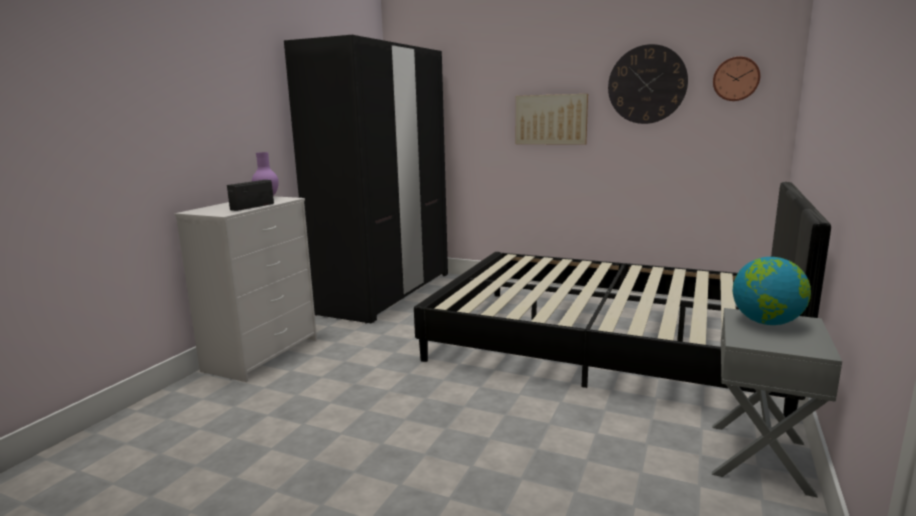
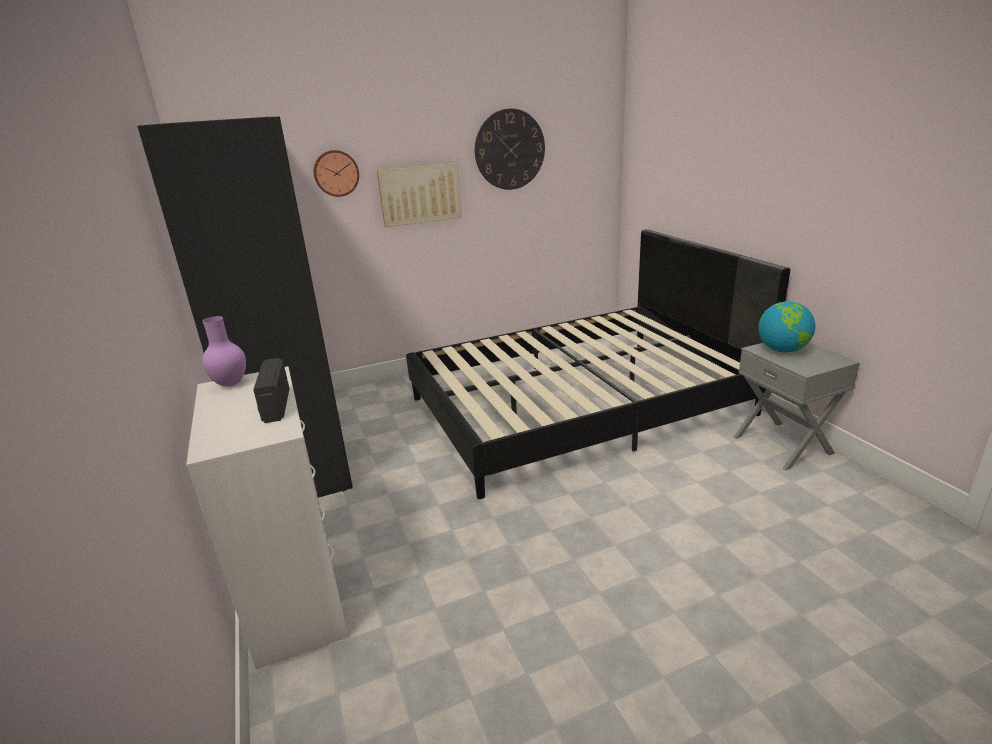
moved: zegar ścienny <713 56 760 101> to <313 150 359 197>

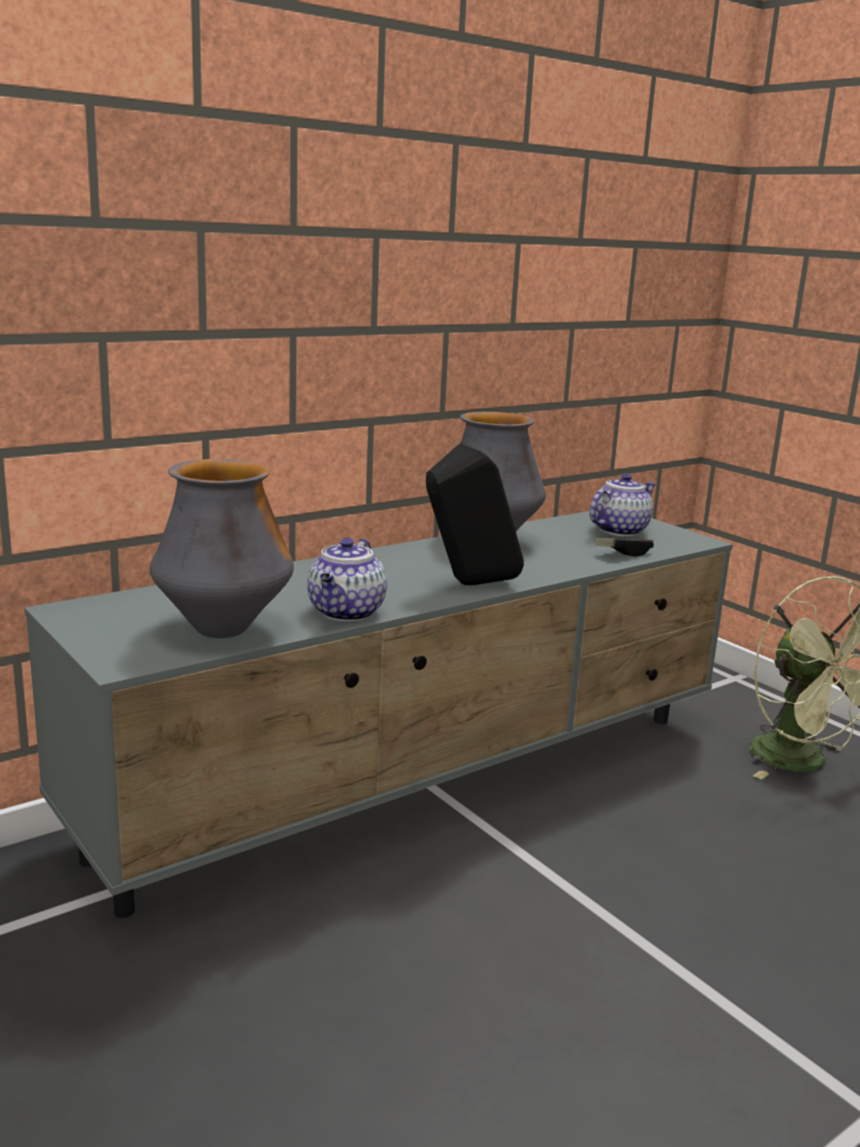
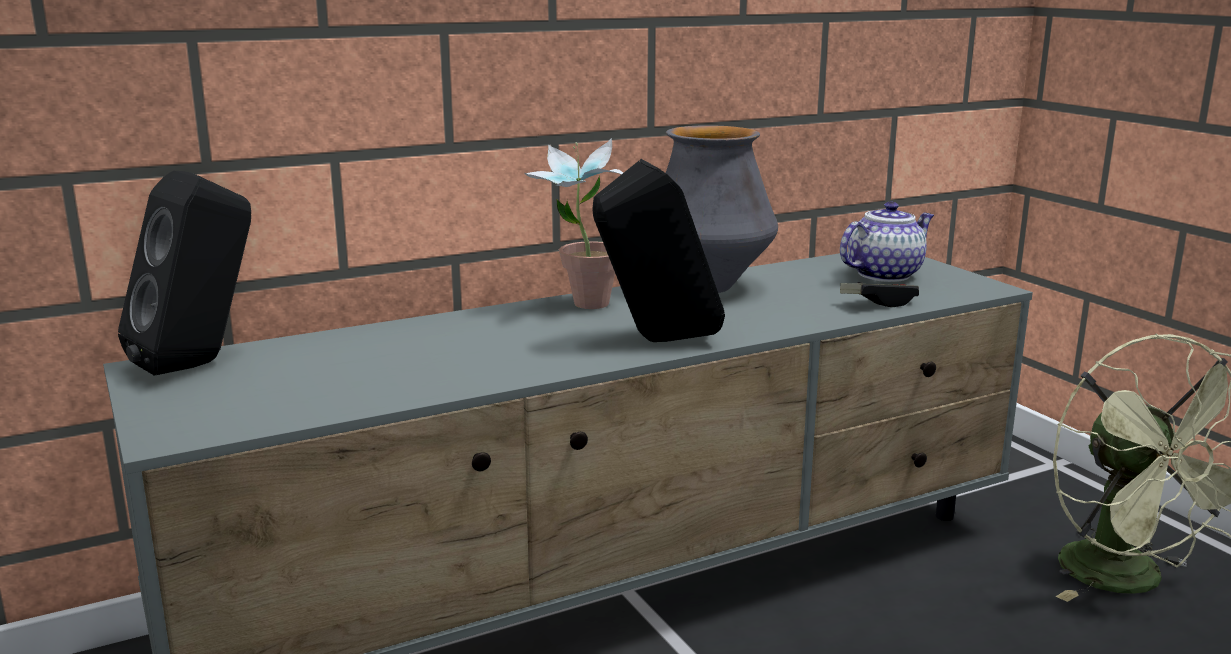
removed: wazon <150 459 294 638>; imbryk <307 538 387 621>
added: głośnik [czarny] <118 171 251 376>; roślina doniczkowa <523 138 623 309>

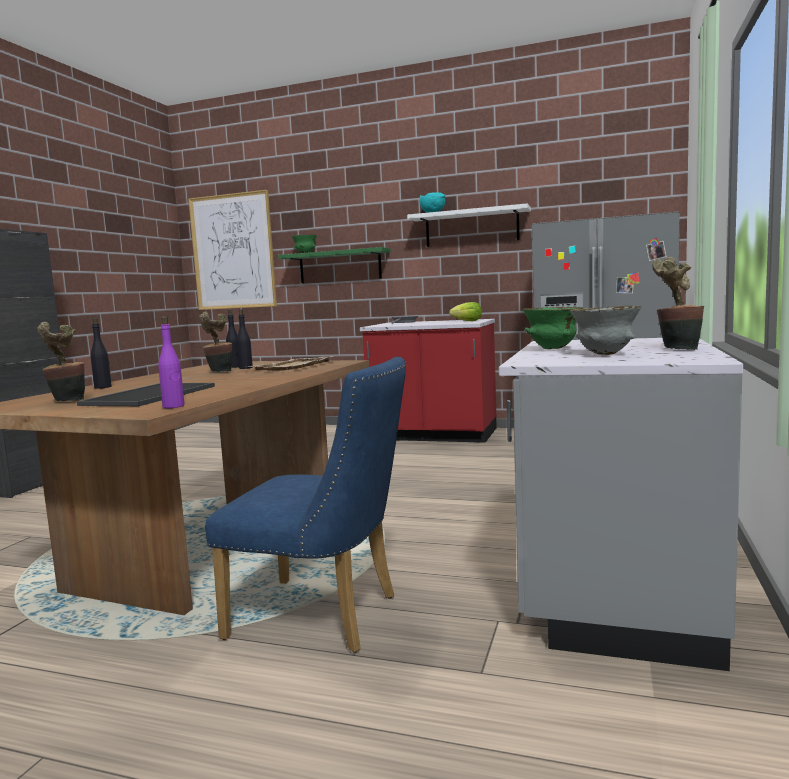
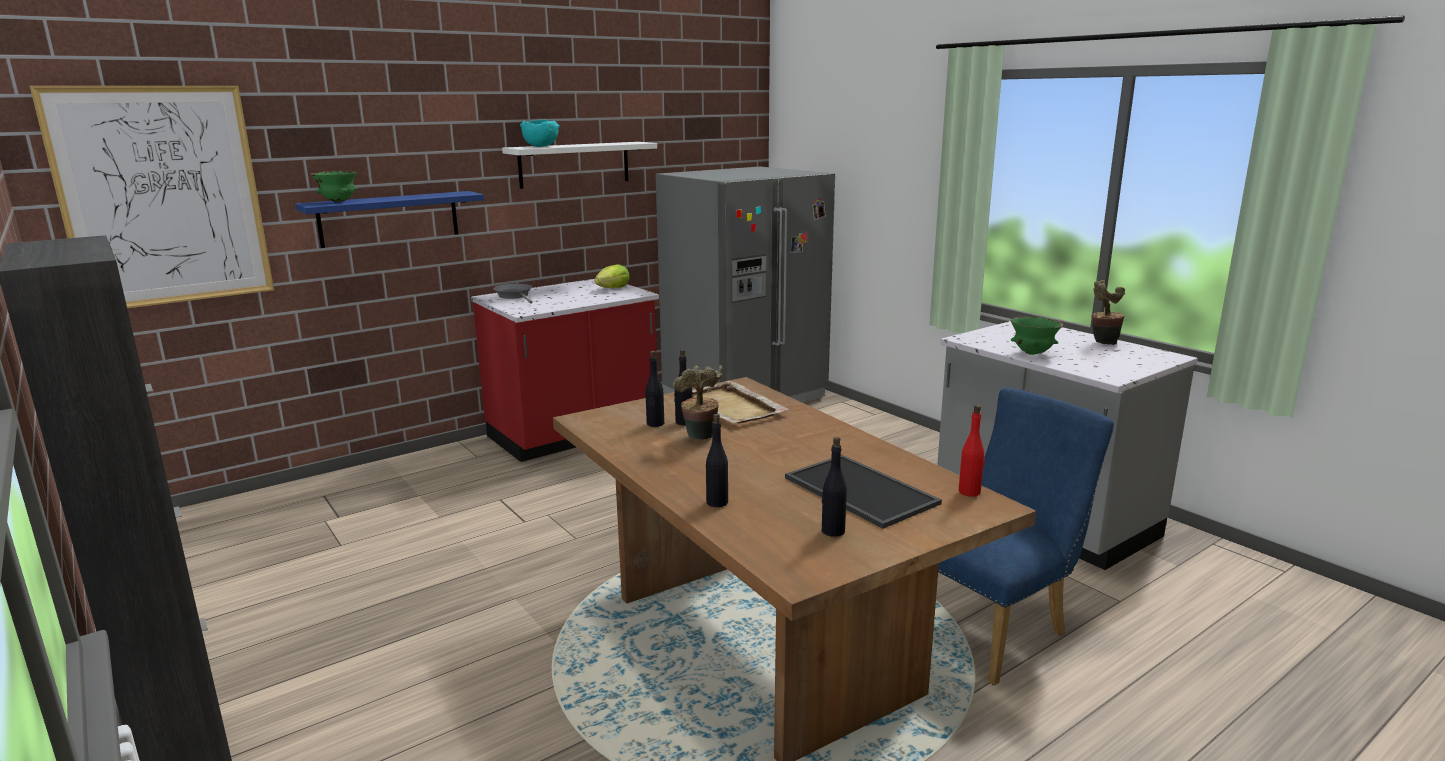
removed: miska [szary] <570 306 641 355>
replaced: roślina doniczkowa <37 322 85 401> to butelka [czarny] <822 437 847 537>
recoloured: półka [zielony] <278 247 391 283> to półka [niebieski] <295 191 484 248>; butelka [fioletowy] <158 316 185 408> to butelka [czerwony] <959 405 985 497>

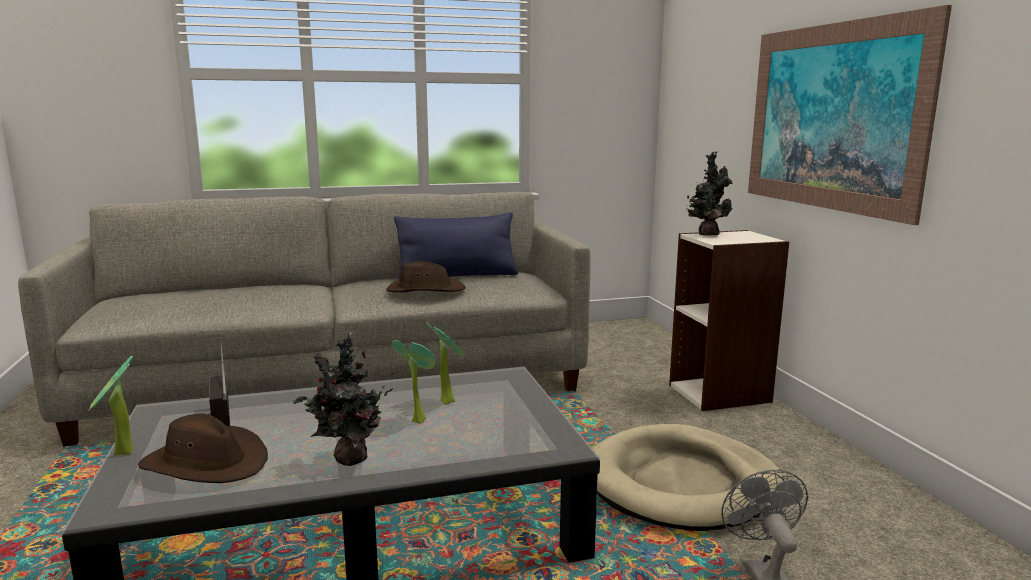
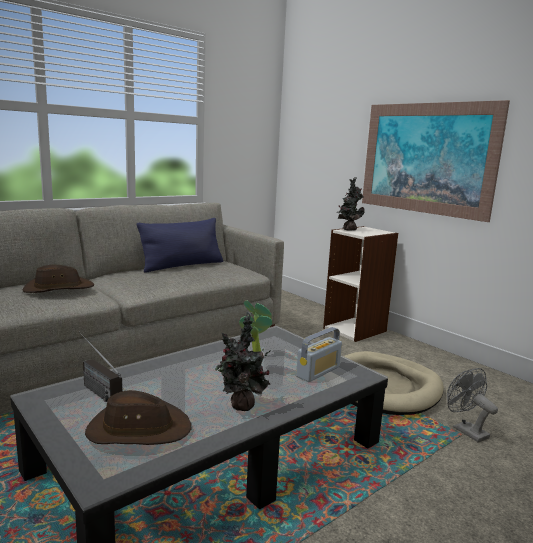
removed: roślina doniczkowa <88 356 133 455>
added: radio <296 327 342 382>
moved: kapelusz [brązowy] <386 261 466 292> to <23 265 94 293>

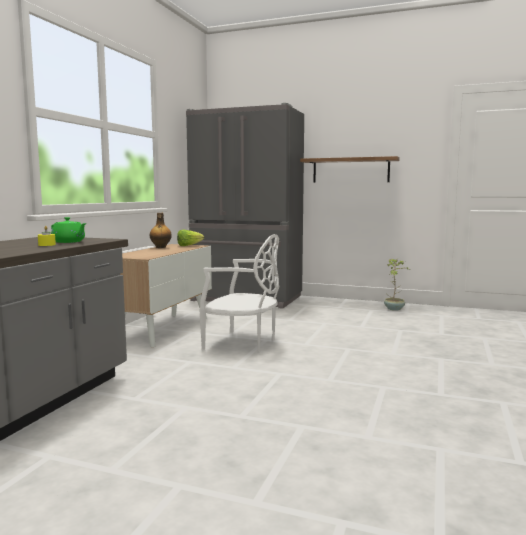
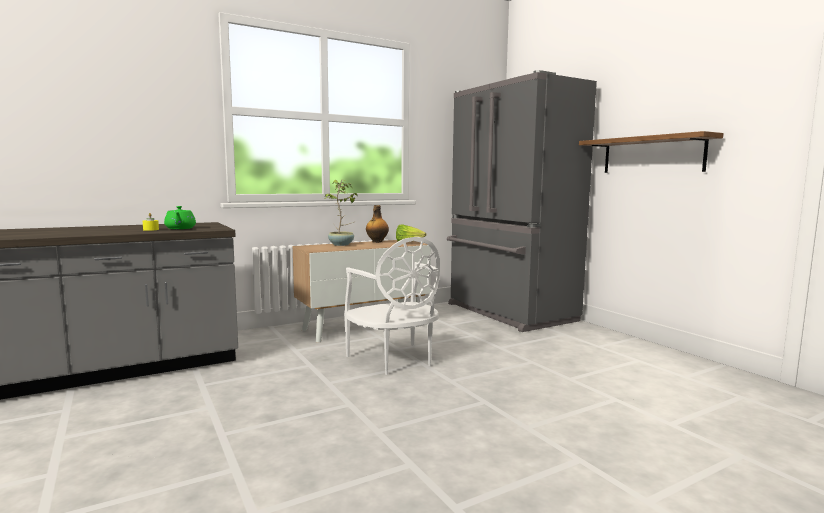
moved: roślina doniczkowa <384 259 409 311> to <324 180 358 246>

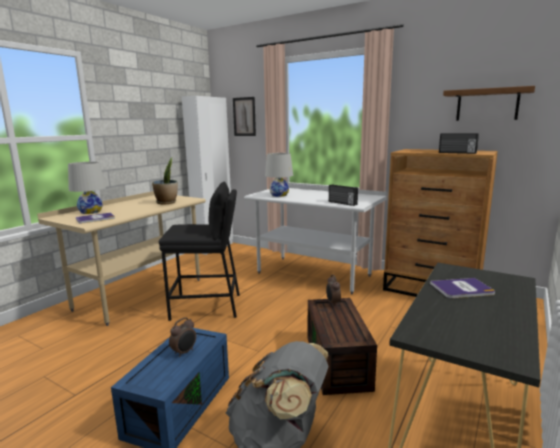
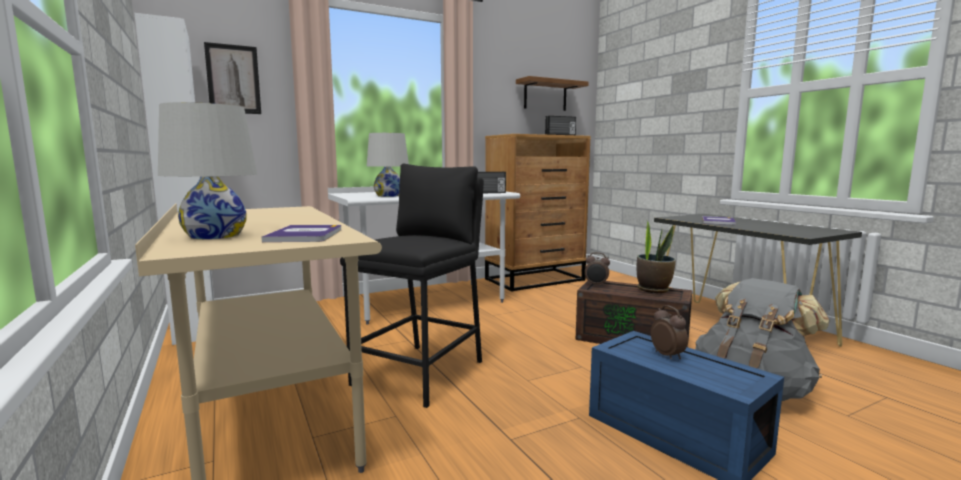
moved: roślina doniczkowa <152 158 178 205> to <637 221 676 293>

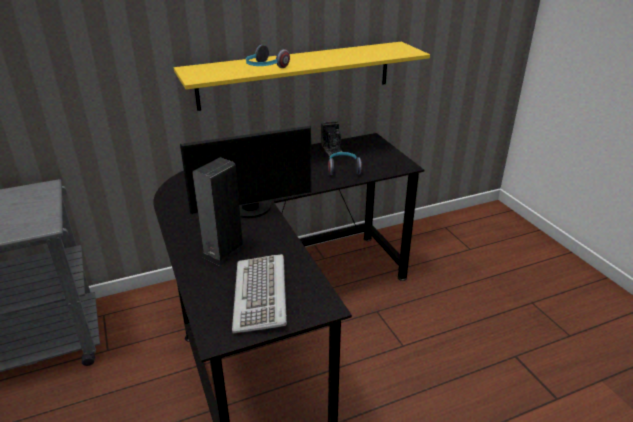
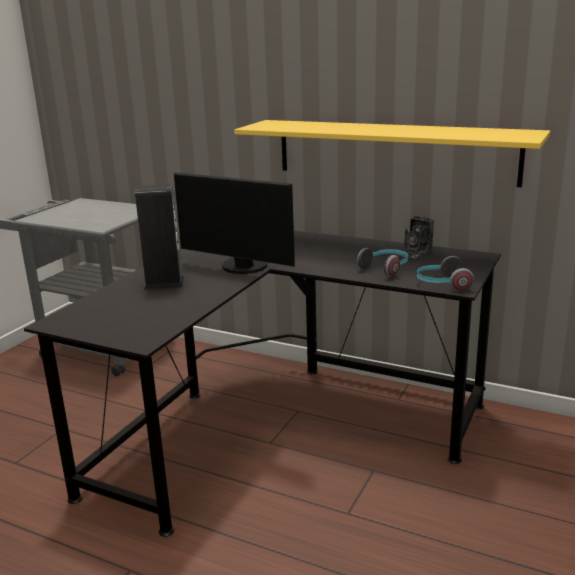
removed: klawiatura <232 254 287 333>
moved: słuchawki <246 45 290 68> to <417 256 474 291>

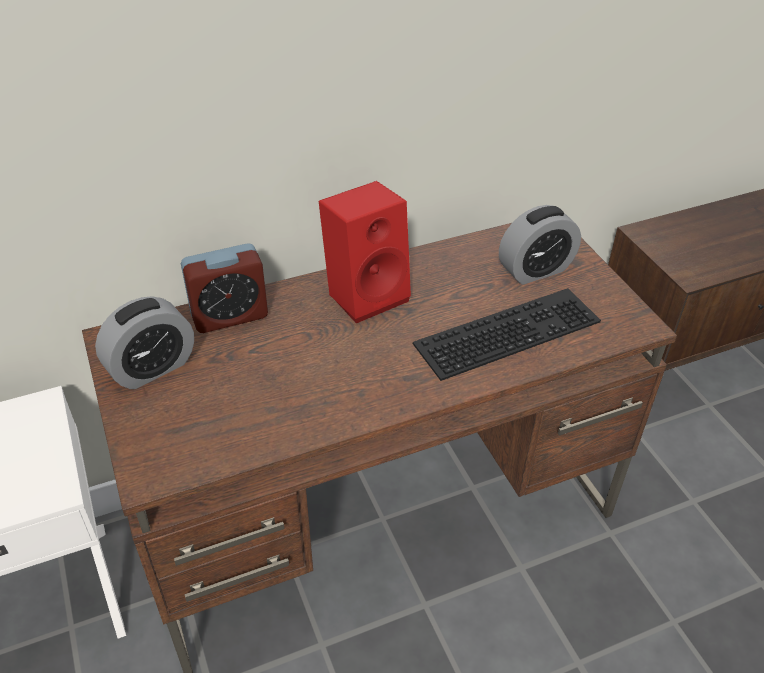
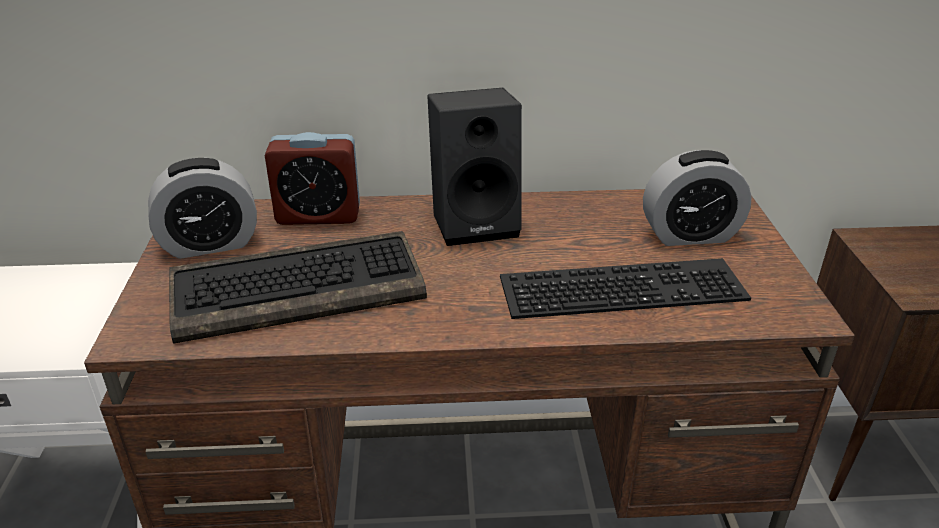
added: klawiatura <169 231 427 344>
recoloured: głośnik [czerwony] <319 181 411 323> to głośnik [czarny] <427 88 522 246>

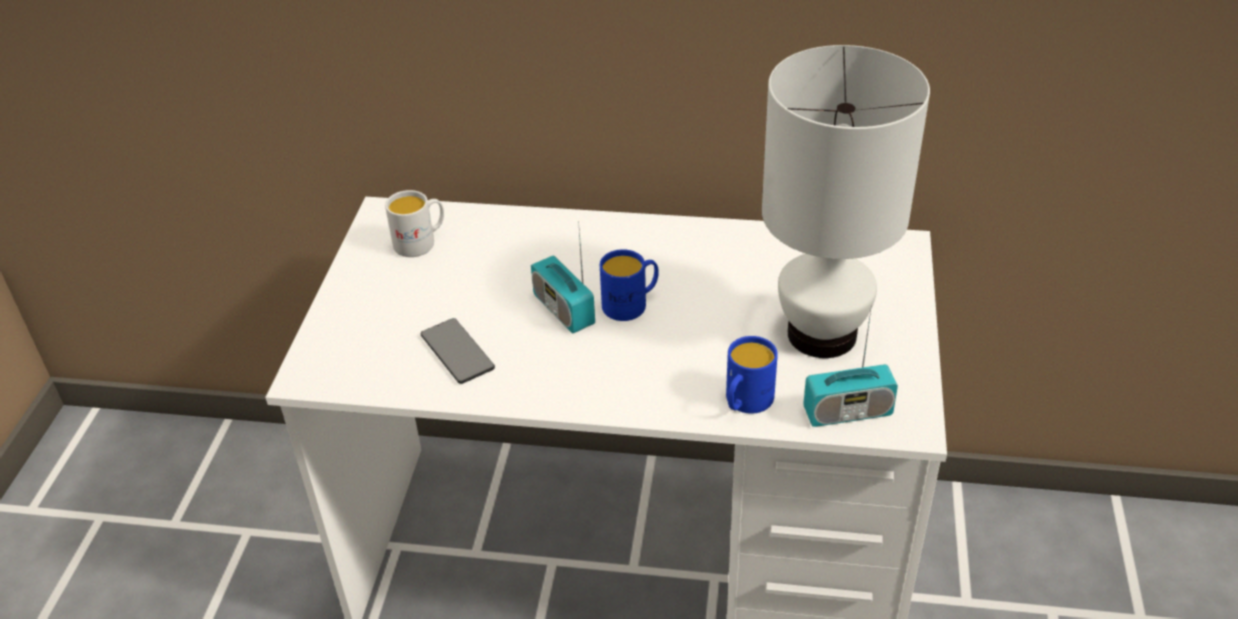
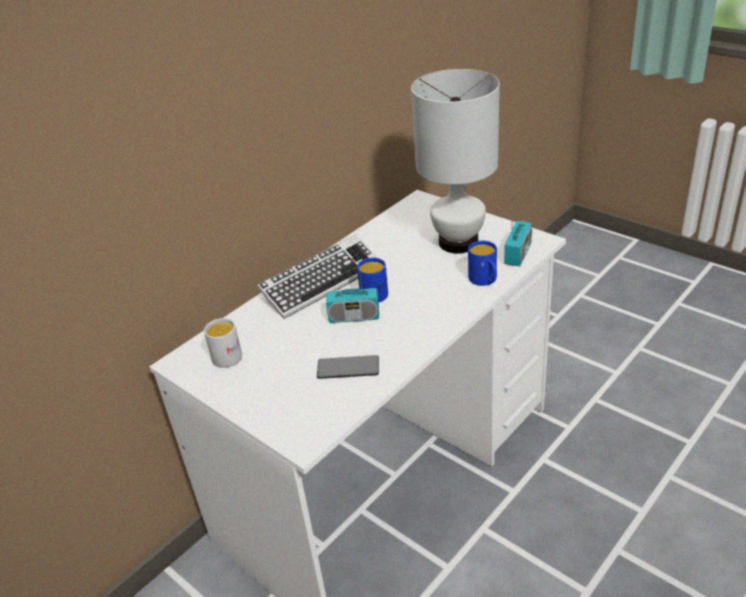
added: klawiatura <257 234 380 319>

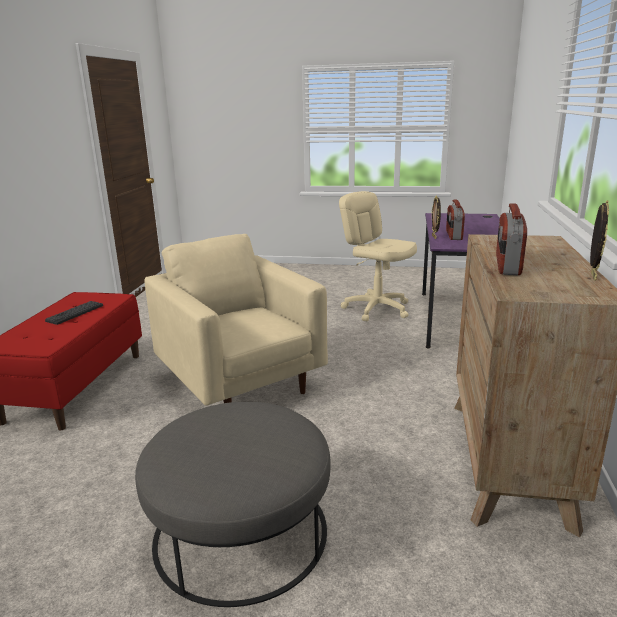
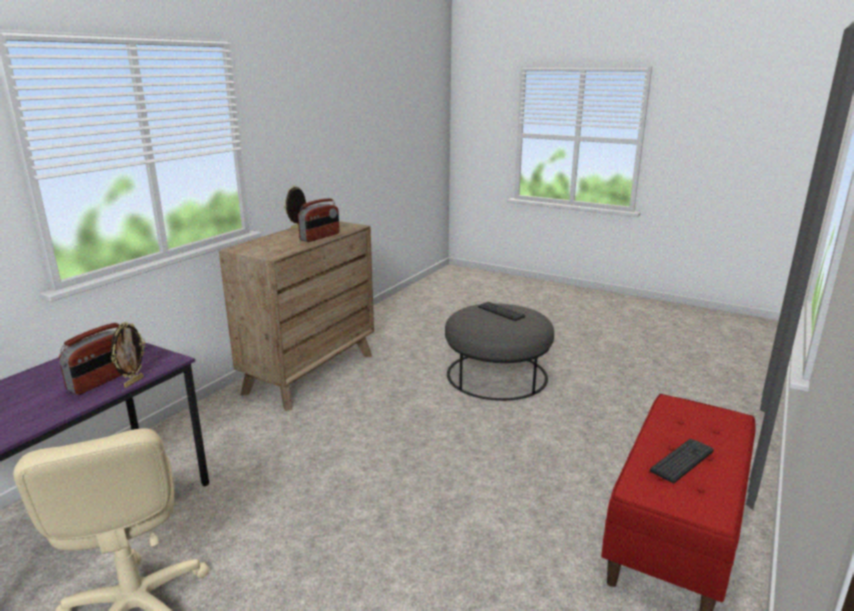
removed: fotel [beżowy] <144 234 328 406>
added: klawiatura <478 302 525 321>

